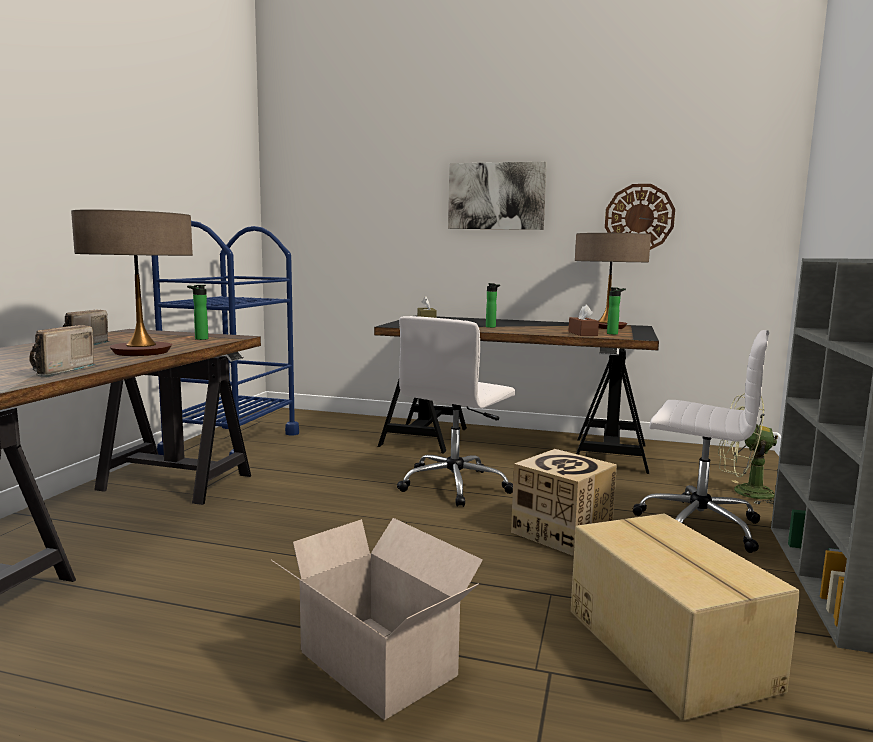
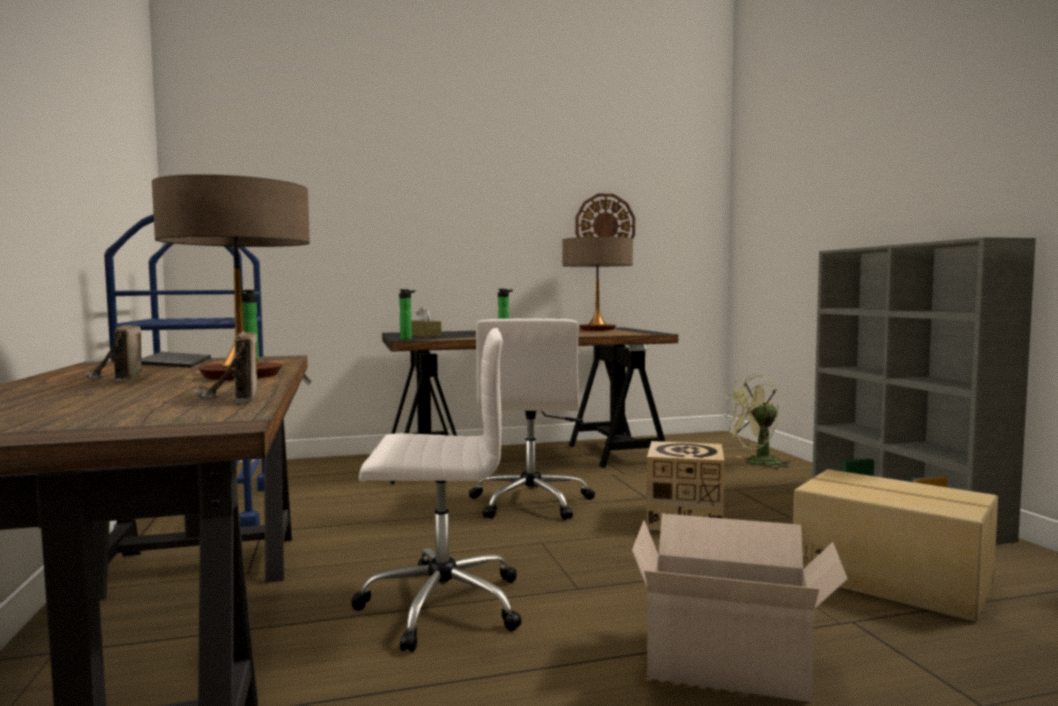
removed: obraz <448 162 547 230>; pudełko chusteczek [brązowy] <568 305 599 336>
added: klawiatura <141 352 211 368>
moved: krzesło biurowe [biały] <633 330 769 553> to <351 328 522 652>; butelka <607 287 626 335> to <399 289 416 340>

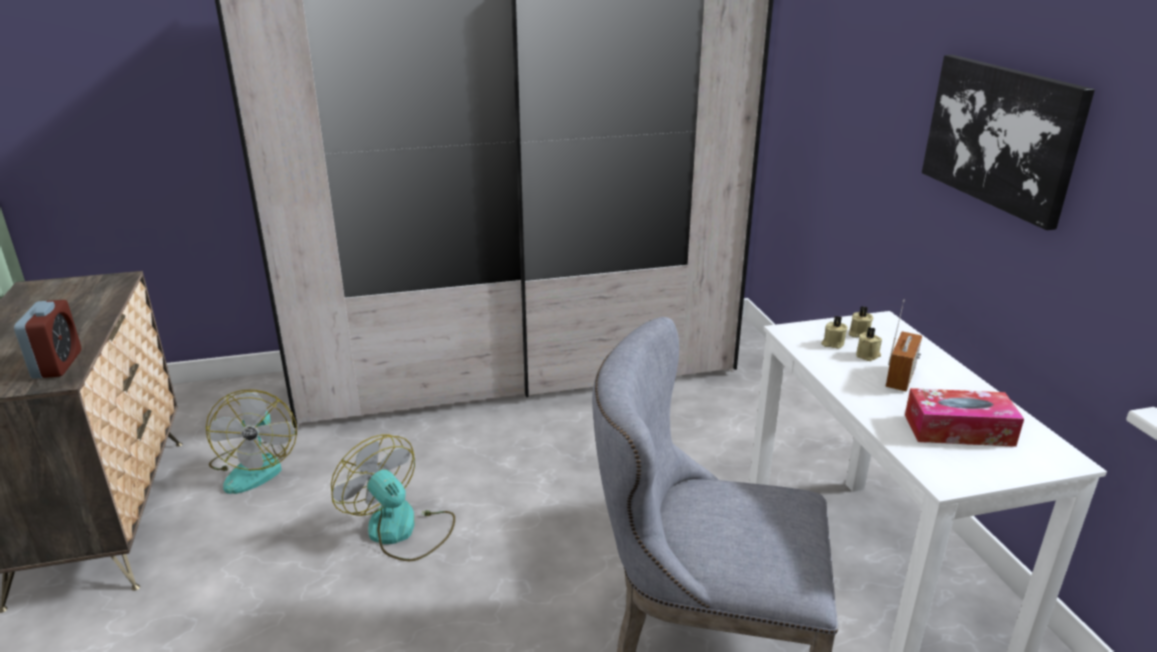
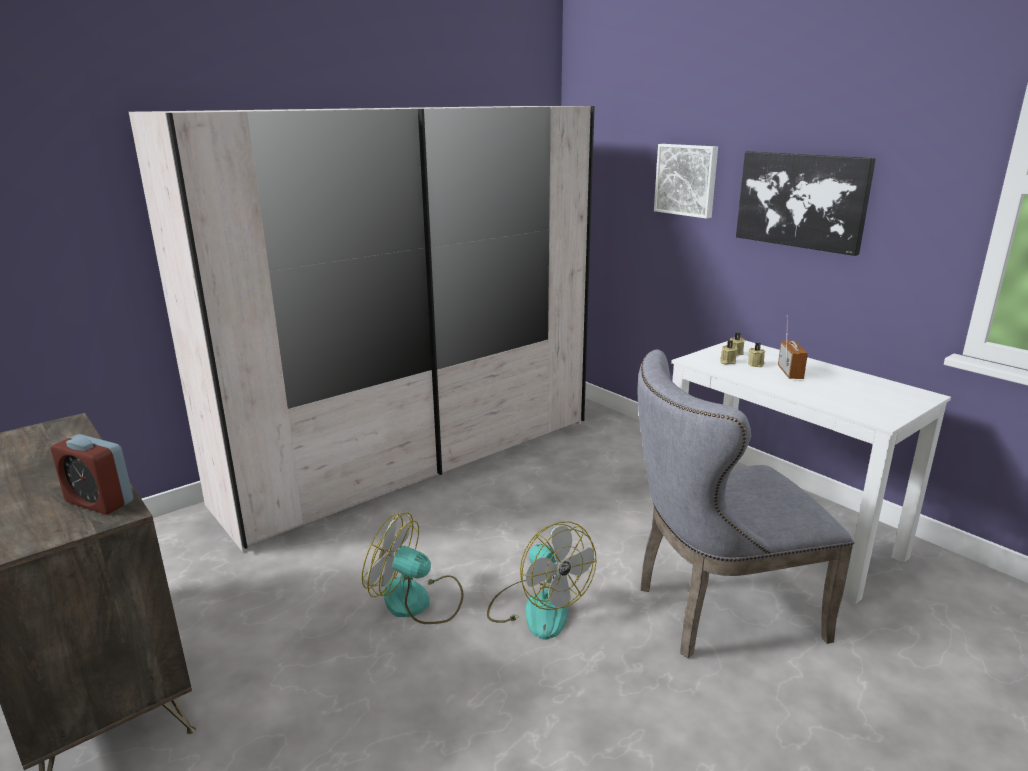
removed: pudełko chusteczek <905 388 1024 447>
added: obraz <654 144 718 219>
moved: wentylator <206 389 297 494> to <487 521 596 639>
turned: budzik <14 300 81 379> = <51 434 133 514> 150 degrees clockwise

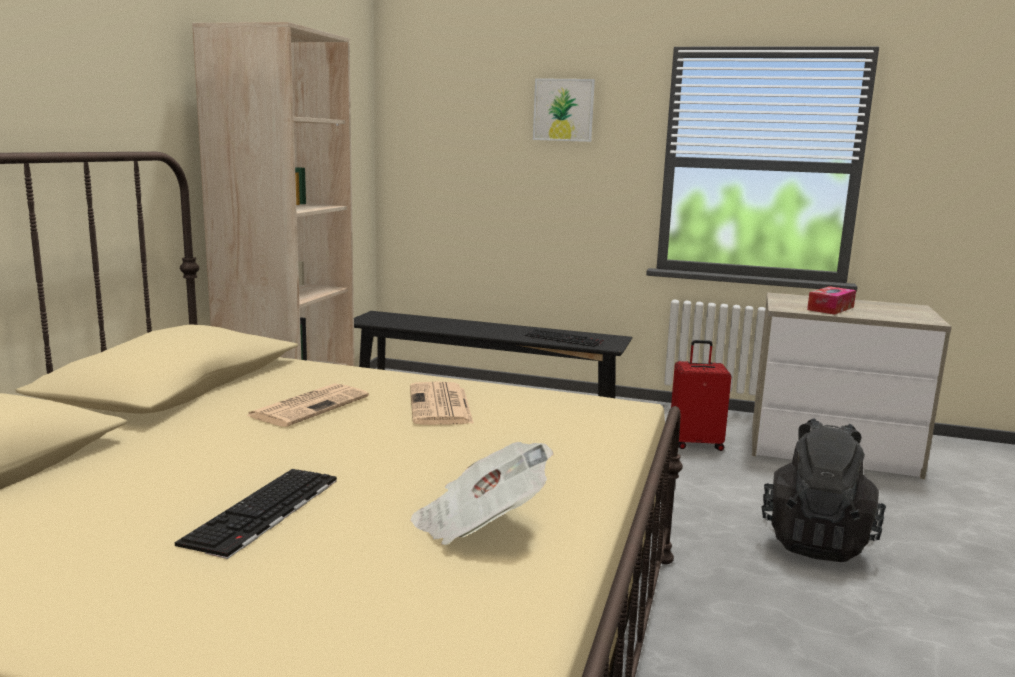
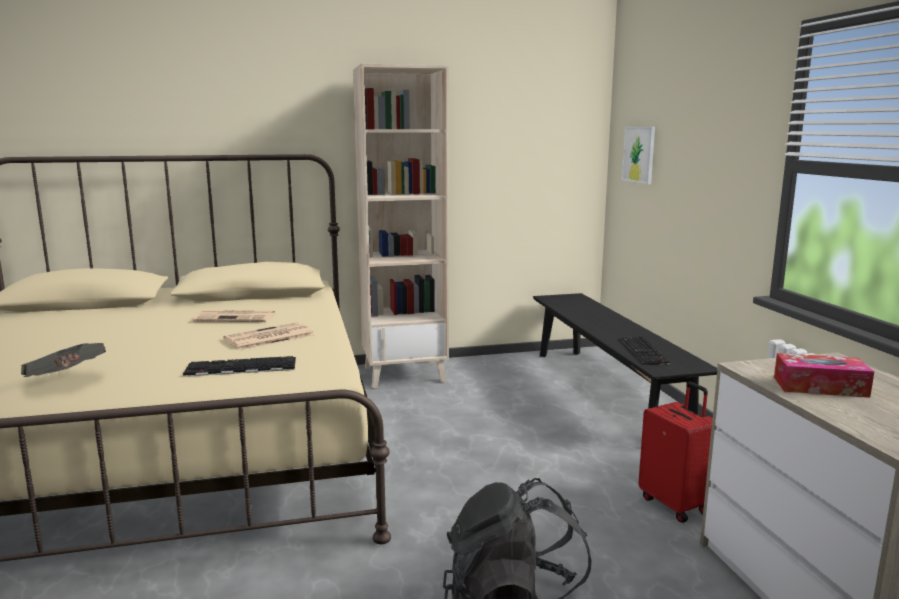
moved: klawiatura <174 469 337 559> to <183 356 296 377>; obraz <533 78 595 142> to <622 127 655 184>

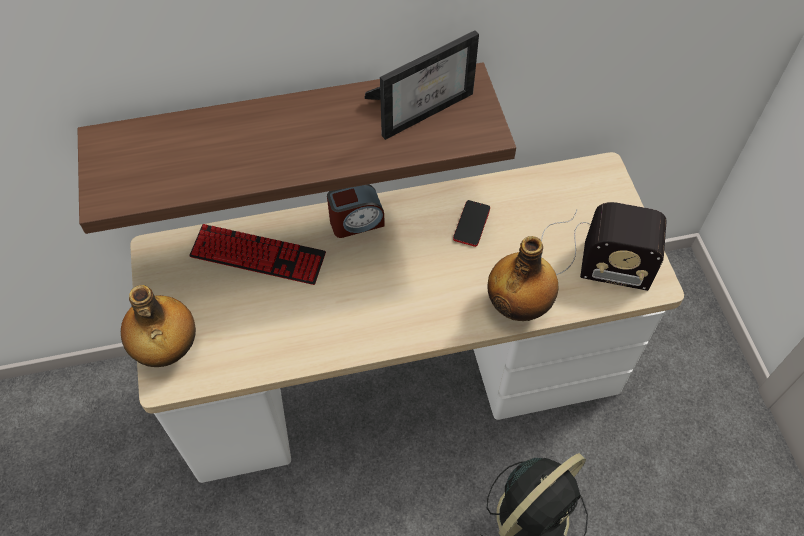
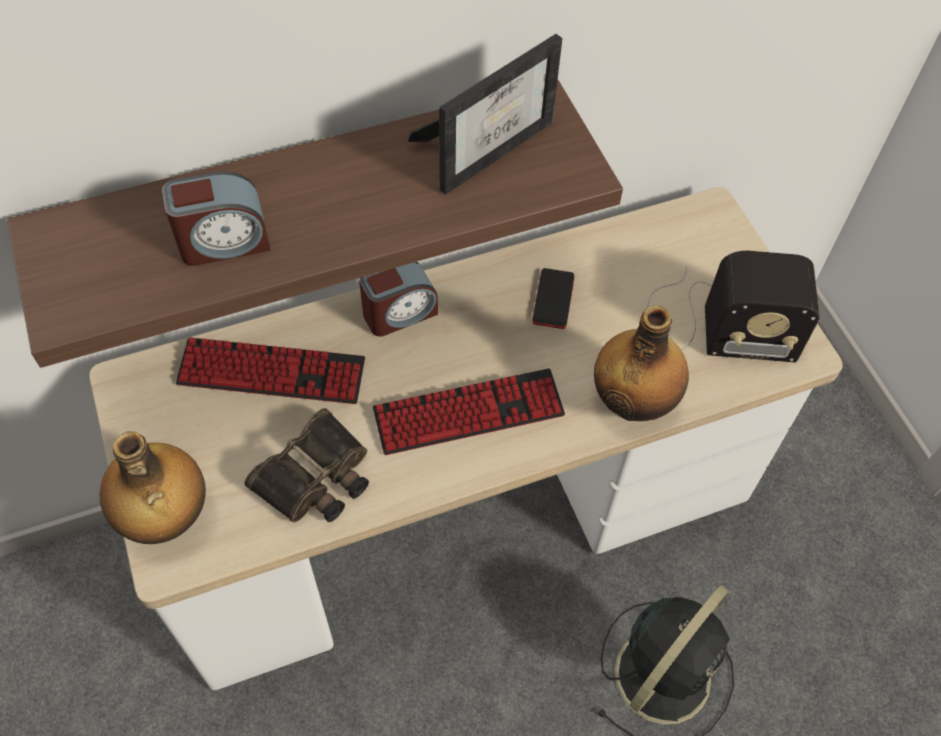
added: budzik <162 171 270 266>; lornetka <244 408 369 523>; klawiatura <373 368 565 455>

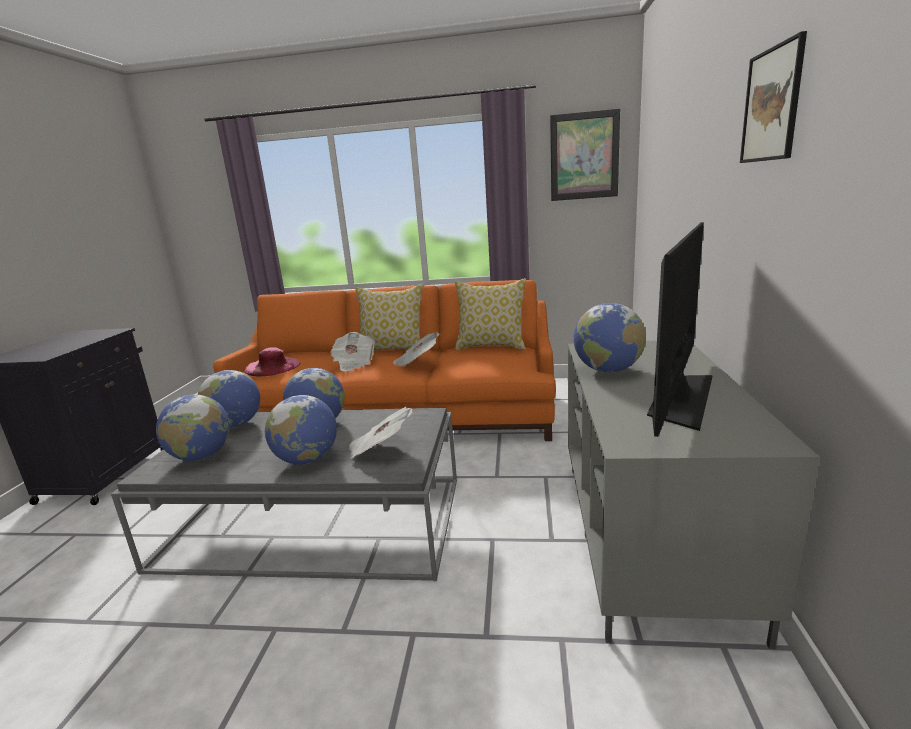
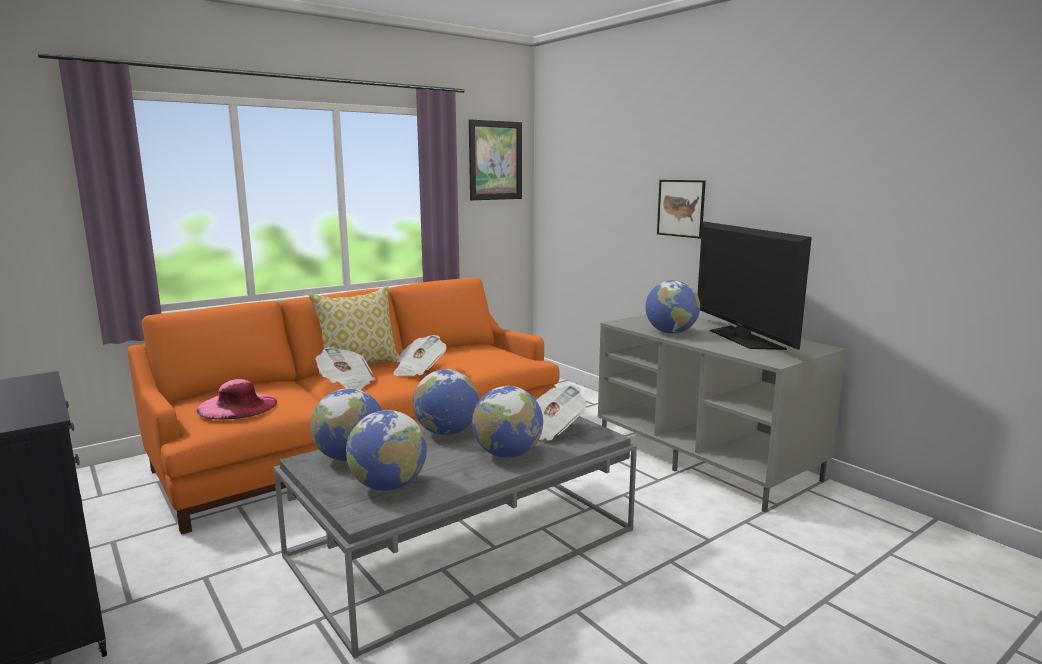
removed: poduszka <455 278 526 350>
moved: obraz <740 31 807 163> to <657 180 706 239>

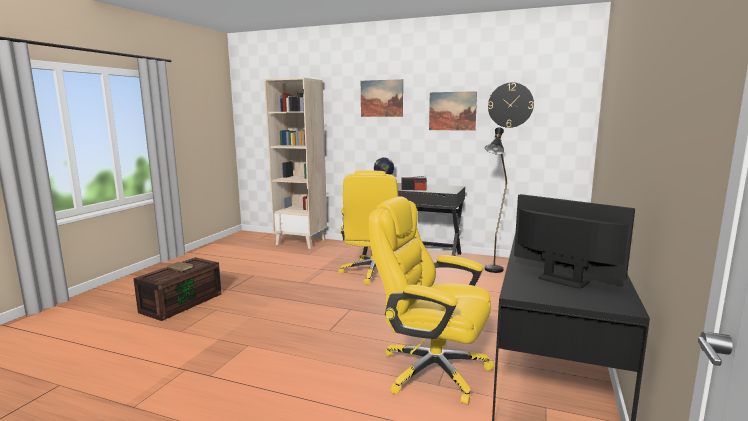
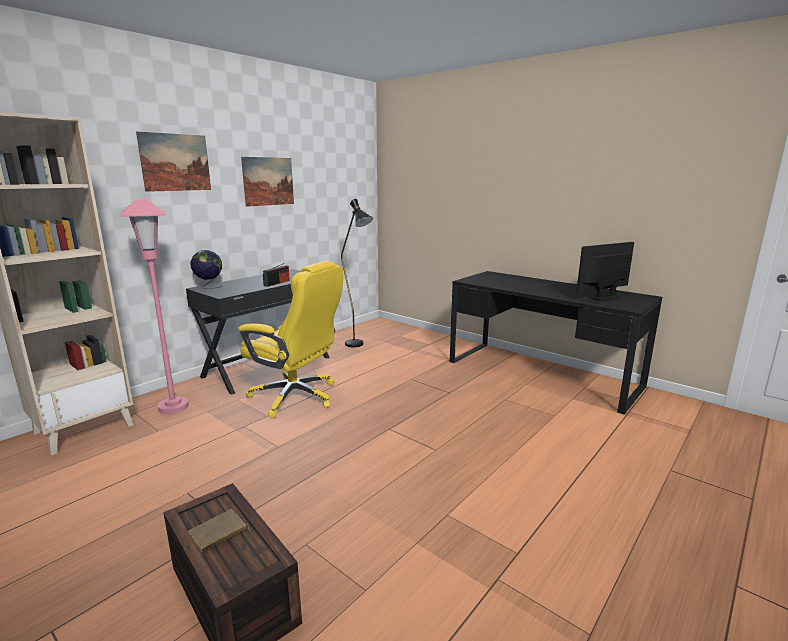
removed: krzesło biurowe [żółty] <369 196 494 405>; zegar ścienny <488 82 534 128>
added: lampa stojąca [różowy] <120 199 189 414>

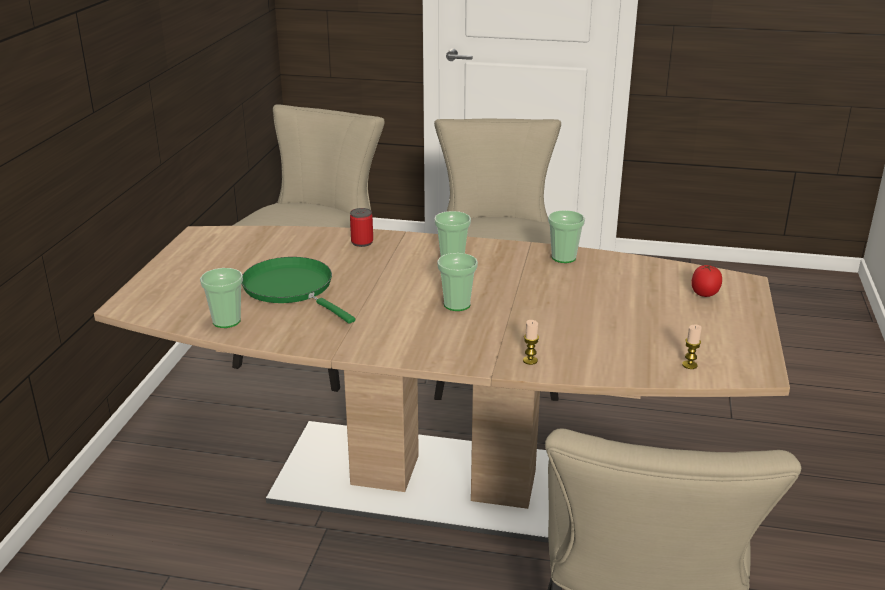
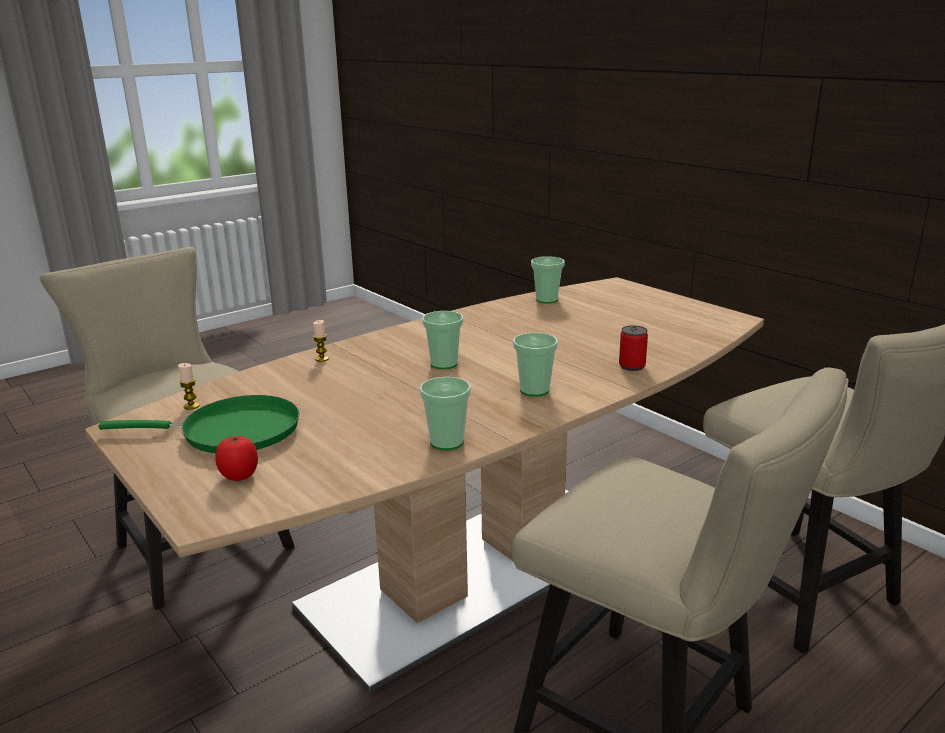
moved: patelnia [zielony] <241 257 355 324> to <99 395 300 453>

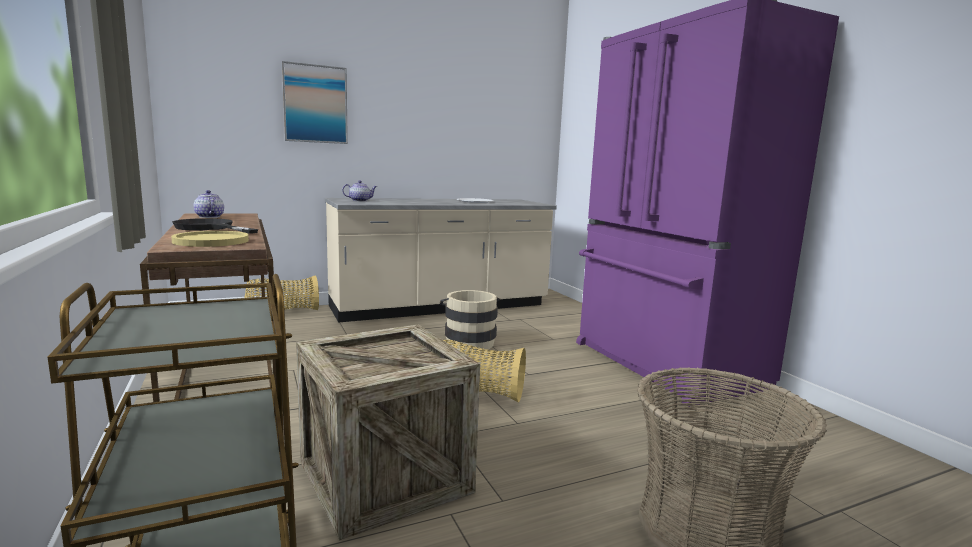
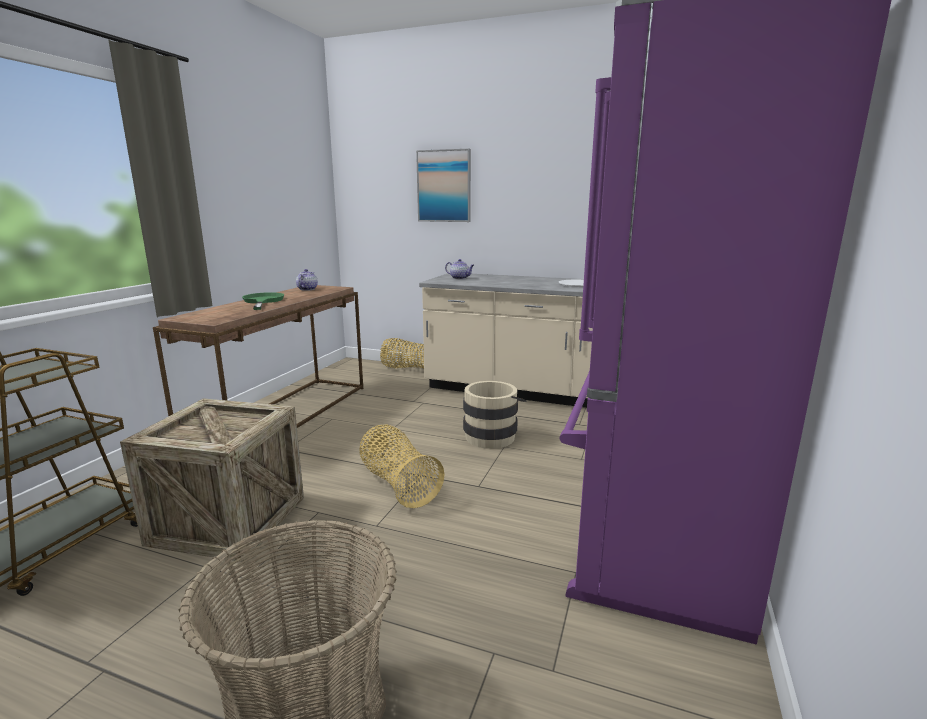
removed: talerz [żółty] <171 231 249 247>
recoloured: patelnia [czarny] <172 218 258 234> to patelnia [zielony] <242 292 284 310>

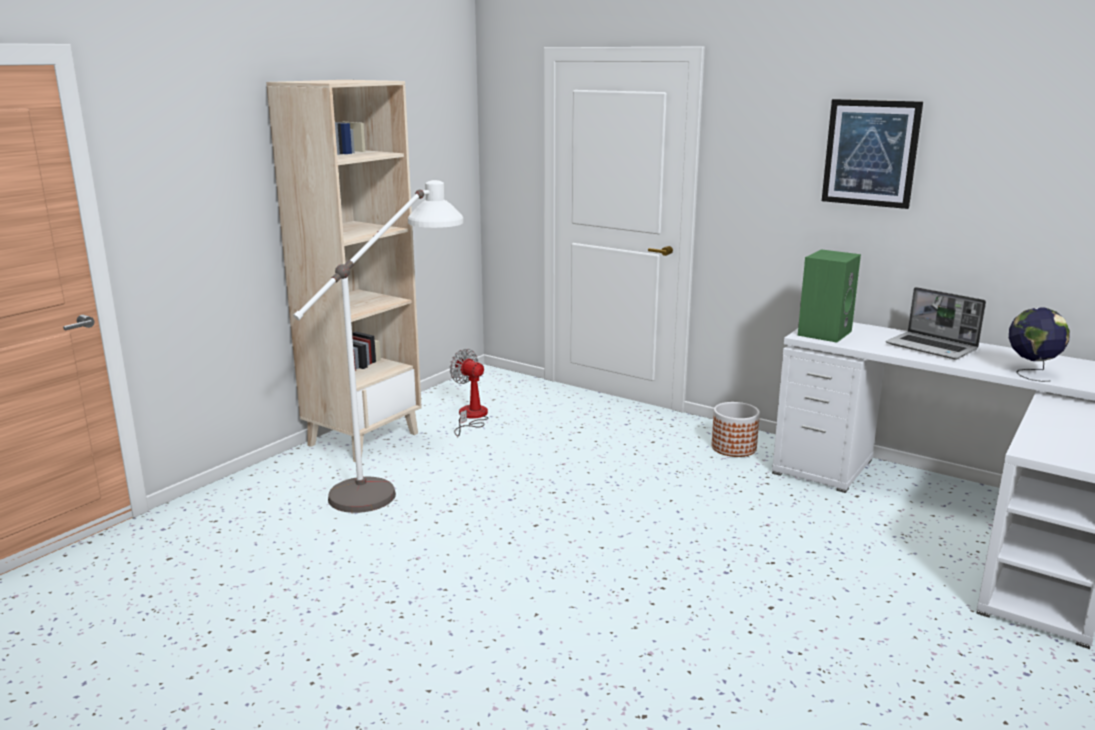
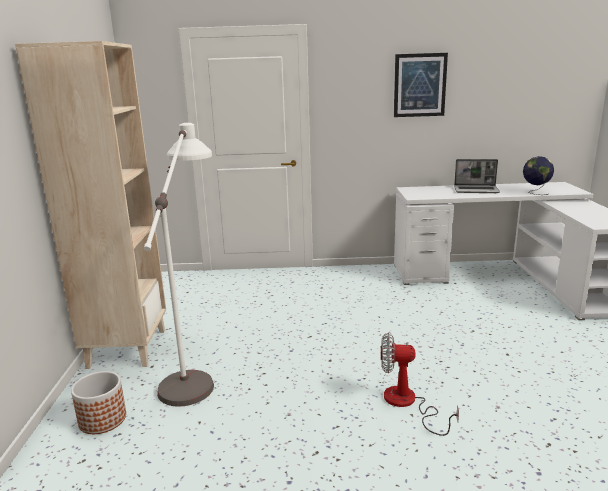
removed: głośnik [zielony] <798 249 861 343>
moved: donica <712 402 760 457> to <71 371 126 434>; wentylator <450 349 489 436> to <381 333 459 436>

